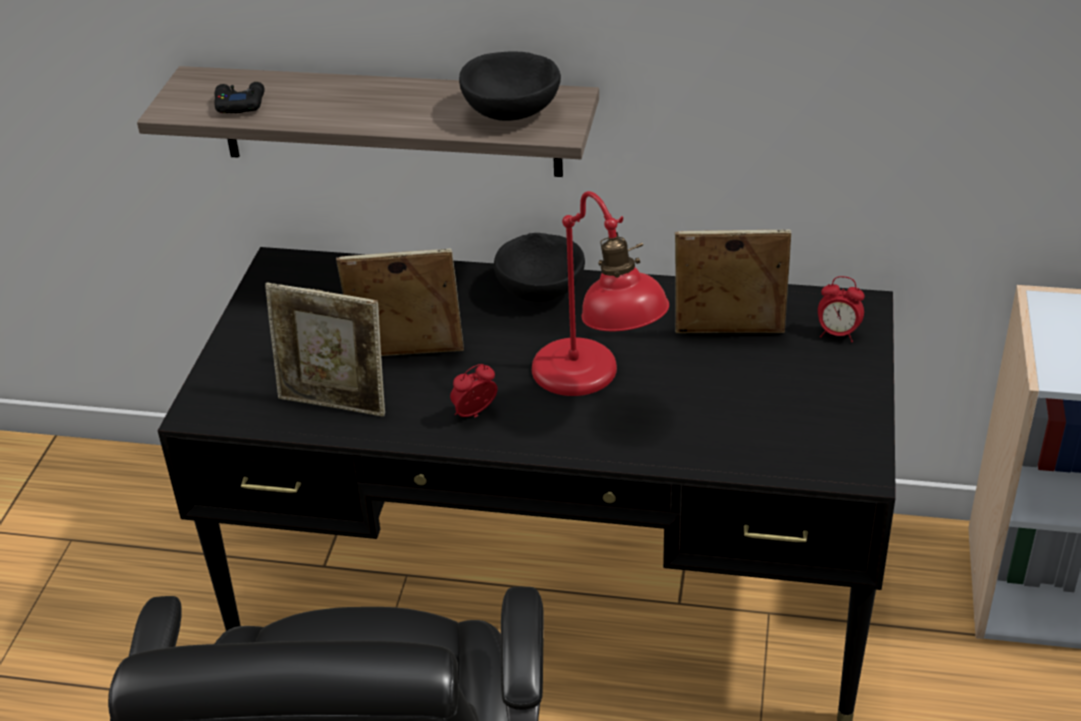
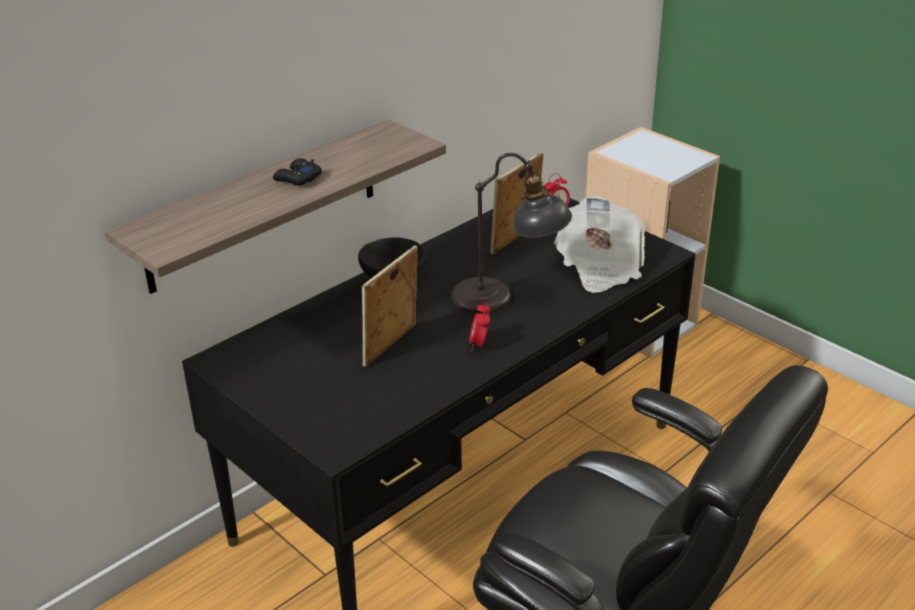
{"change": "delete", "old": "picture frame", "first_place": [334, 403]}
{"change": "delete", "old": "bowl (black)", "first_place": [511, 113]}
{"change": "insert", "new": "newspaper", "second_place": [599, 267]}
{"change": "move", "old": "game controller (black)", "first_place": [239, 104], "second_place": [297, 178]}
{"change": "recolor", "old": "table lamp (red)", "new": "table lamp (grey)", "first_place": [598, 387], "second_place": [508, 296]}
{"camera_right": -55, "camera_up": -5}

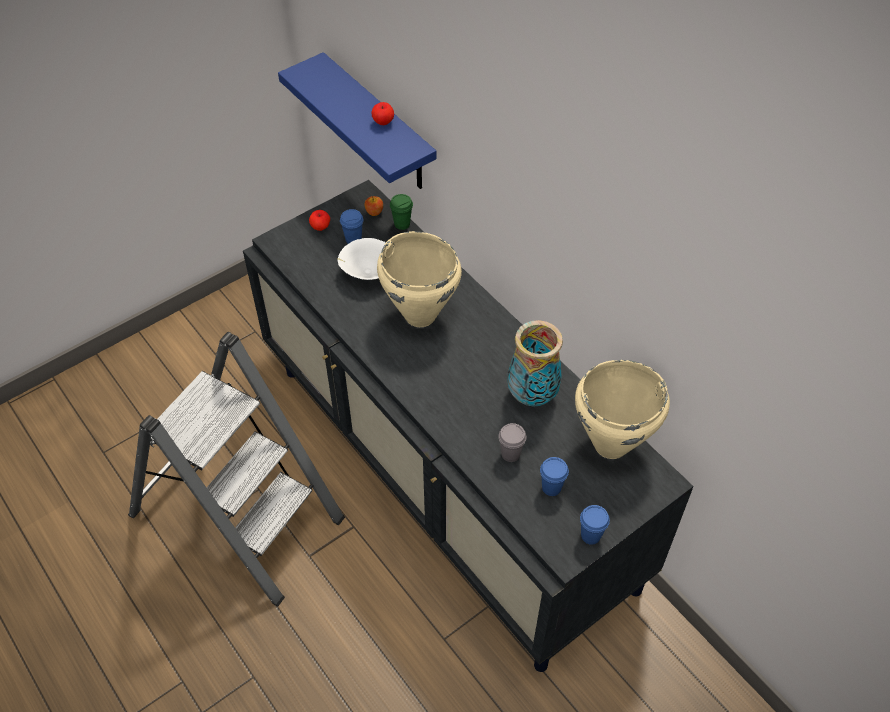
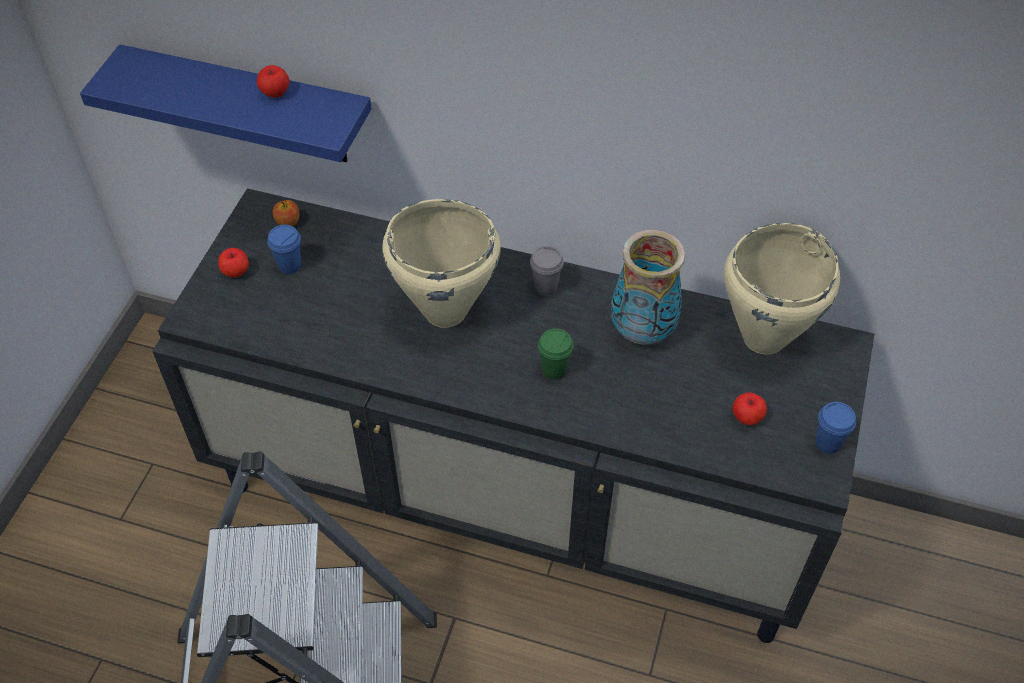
{"change": "delete", "old": "bowl (white)", "first_place": [367, 272]}
{"change": "move", "old": "cup (green)", "first_place": [402, 224], "second_place": [554, 370]}
{"change": "move", "old": "cup (grey)", "first_place": [510, 454], "second_place": [546, 287]}
{"change": "replace", "old": "cup (blue)", "new": "apple", "first_place": [551, 487], "second_place": [747, 417]}
{"camera_right": -35, "camera_up": 0}

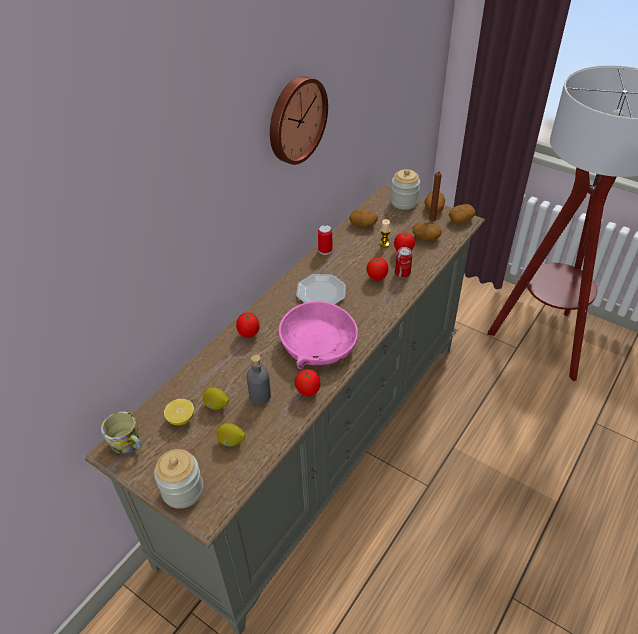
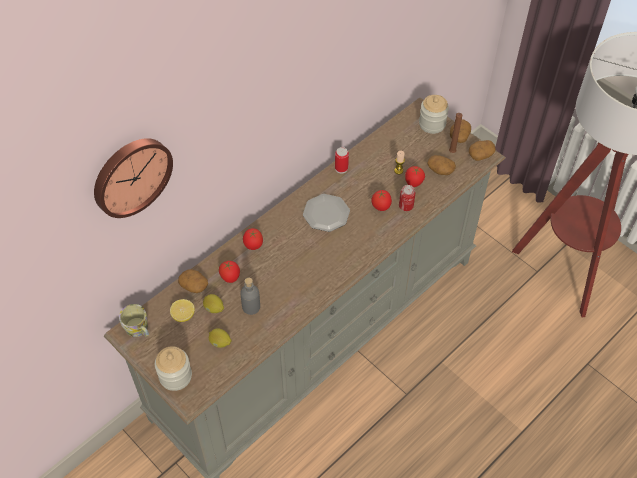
{"change": "delete", "old": "bowl (pink)", "first_place": [318, 344]}
{"change": "move", "old": "wall clock", "first_place": [295, 120], "second_place": [131, 175]}
{"change": "move", "old": "tomato", "first_place": [308, 391], "second_place": [230, 278]}
{"change": "move", "old": "potato", "first_place": [363, 224], "second_place": [194, 285]}
{"camera_right": 10, "camera_up": 10}

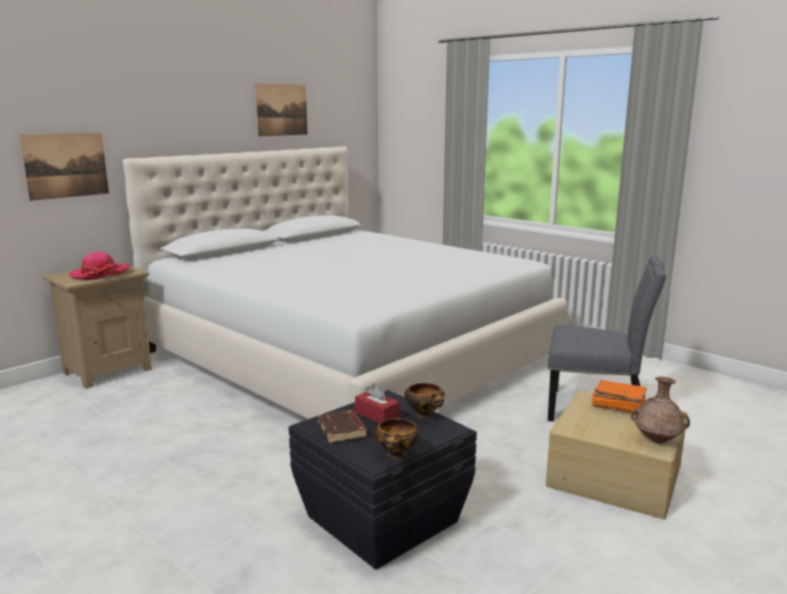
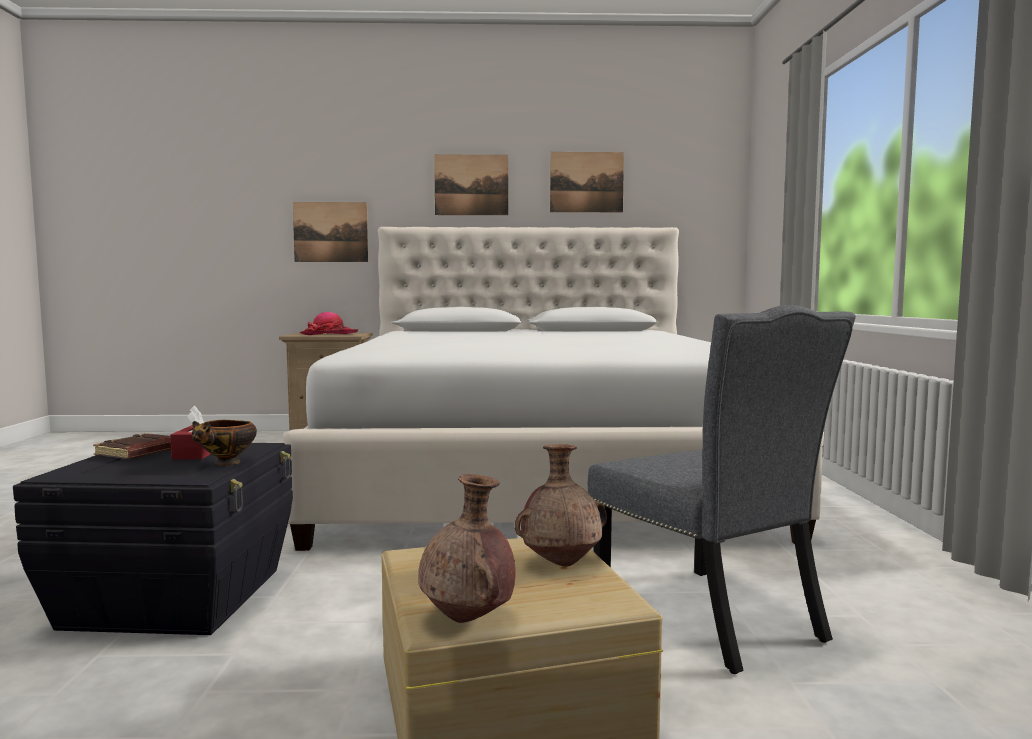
{"change": "delete", "old": "bowl", "first_place": [397, 456]}
{"change": "insert", "new": "picture", "second_place": [471, 185]}
{"change": "replace", "old": "book (orange)", "new": "vase (brown)", "first_place": [617, 405], "second_place": [562, 563]}
{"camera_right": 45, "camera_up": -10}

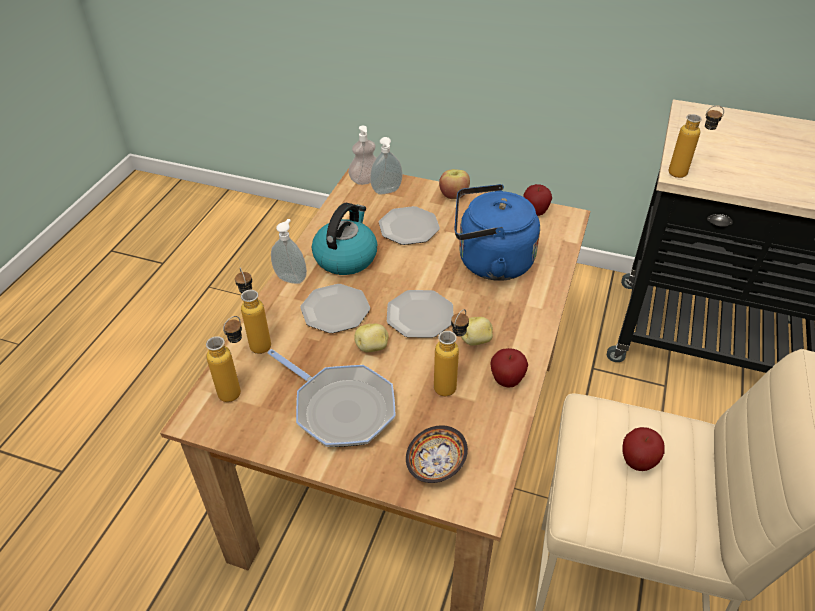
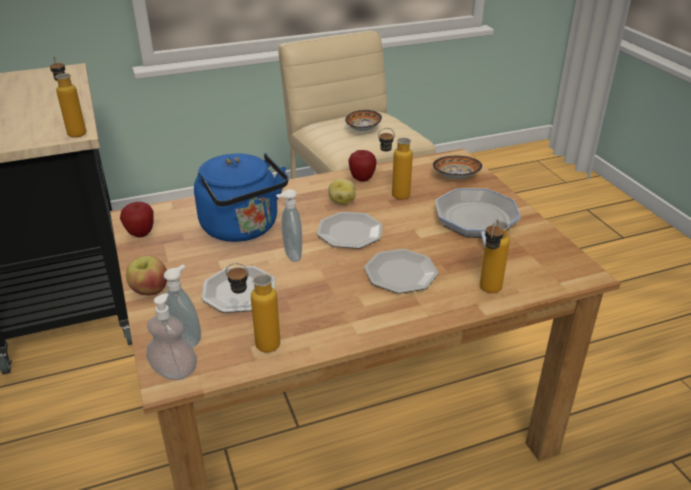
{"change": "delete", "old": "kettle", "first_place": [346, 257]}
{"change": "delete", "old": "potato", "first_place": [372, 347]}
{"change": "move", "old": "bottle", "first_place": [237, 388], "second_place": [257, 345]}
{"change": "move", "old": "soap dispenser", "first_place": [292, 278], "second_place": [291, 255]}
{"change": "replace", "old": "apple", "new": "bowl", "first_place": [637, 462], "second_place": [364, 129]}
{"camera_right": -130, "camera_up": -10}

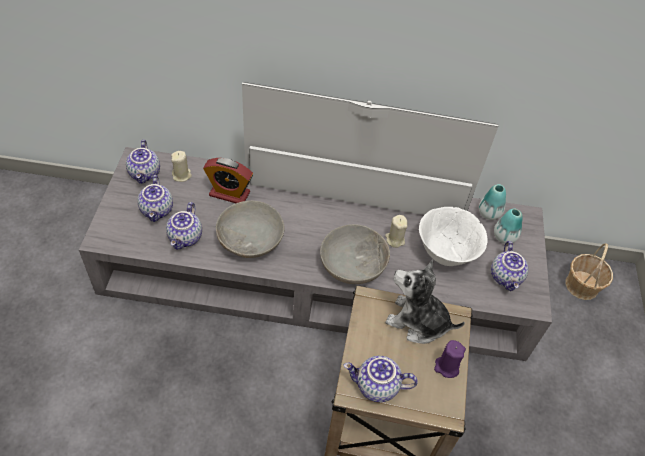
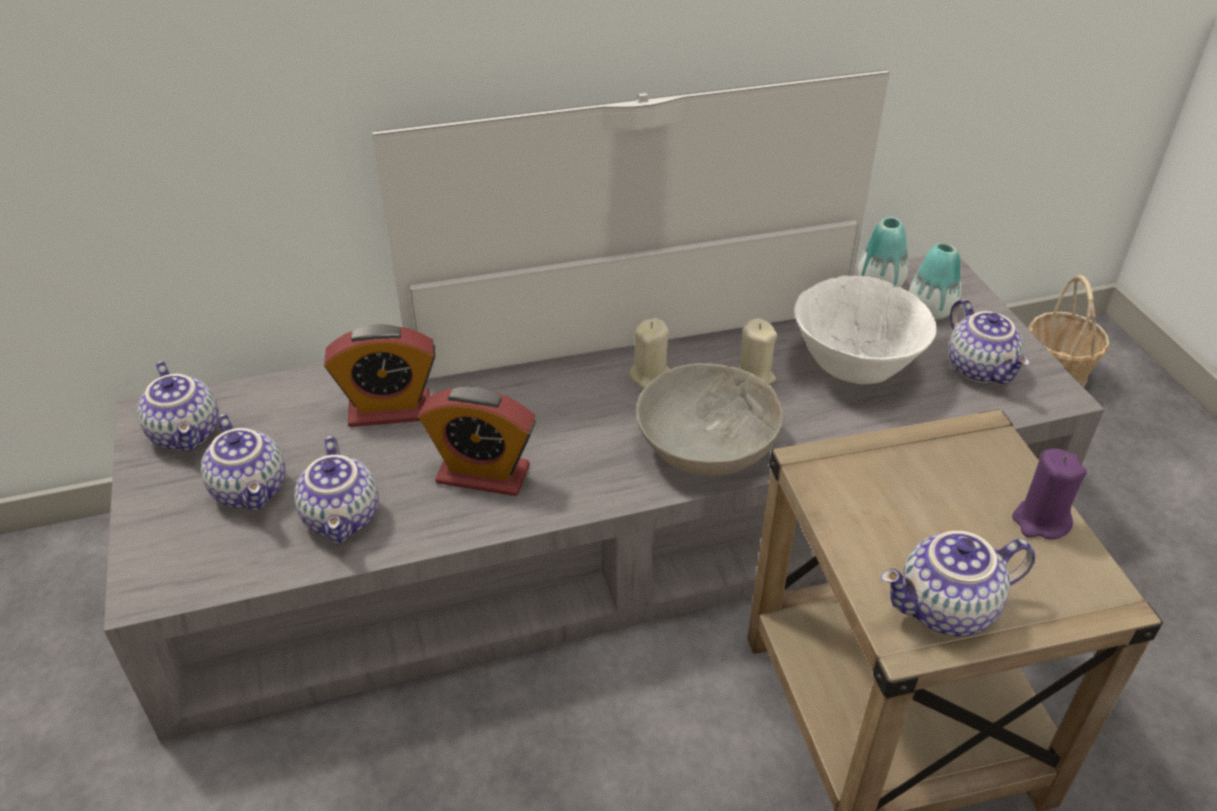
{"change": "delete", "old": "plush toy", "first_place": [417, 321]}
{"change": "move", "old": "candle (beige)", "first_place": [182, 175], "second_place": [650, 376]}
{"change": "replace", "old": "bowl (grey)", "new": "alarm clock", "first_place": [250, 240], "second_place": [483, 474]}
{"camera_right": -20, "camera_up": -10}

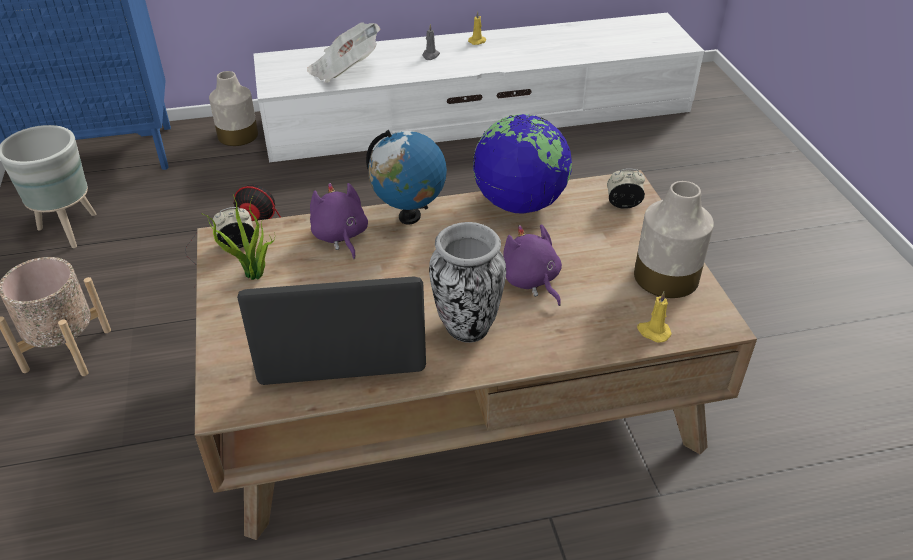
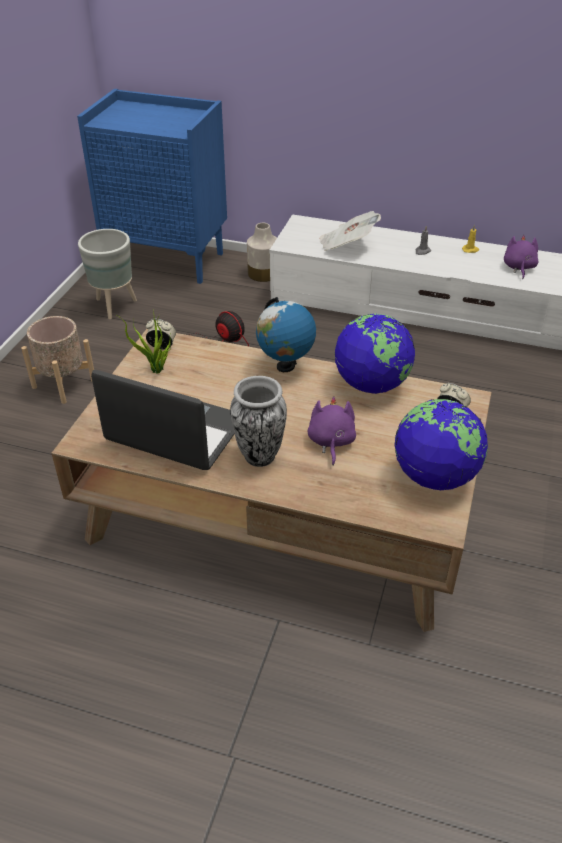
{"change": "delete", "old": "candle (yellow)", "first_place": [653, 332]}
{"change": "move", "old": "plush toy (purple)", "first_place": [340, 236], "second_place": [518, 267]}
{"change": "replace", "old": "vase (beige)", "new": "globe", "first_place": [665, 275], "second_place": [434, 476]}
{"camera_right": 30, "camera_up": 0}

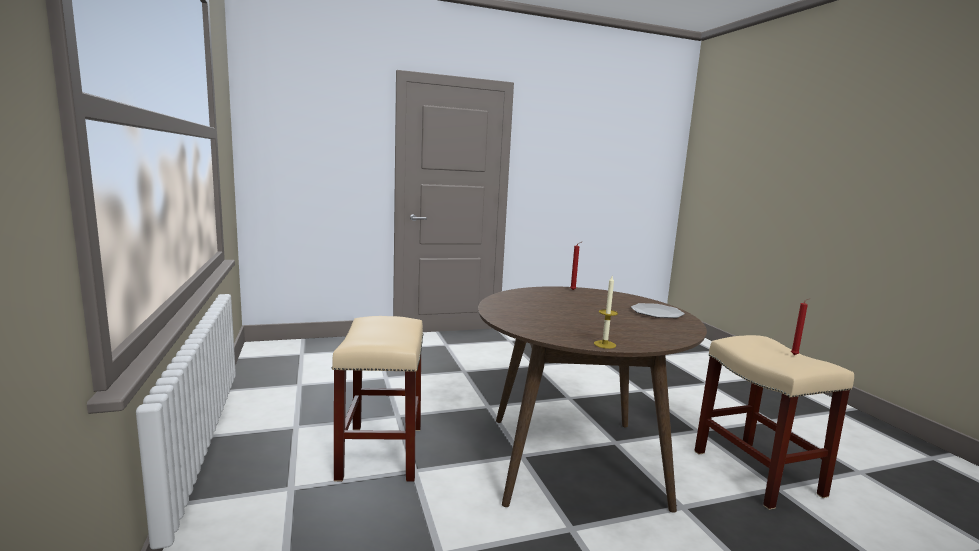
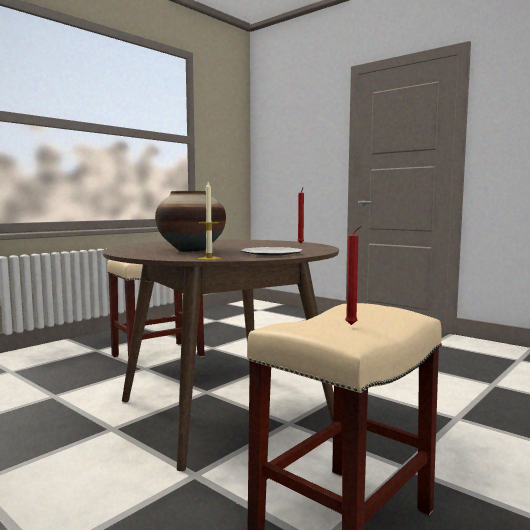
{"change": "insert", "new": "vase", "second_place": [191, 251]}
{"change": "move", "old": "candle", "first_place": [604, 344], "second_place": [209, 258]}
{"camera_right": 60, "camera_up": -5}

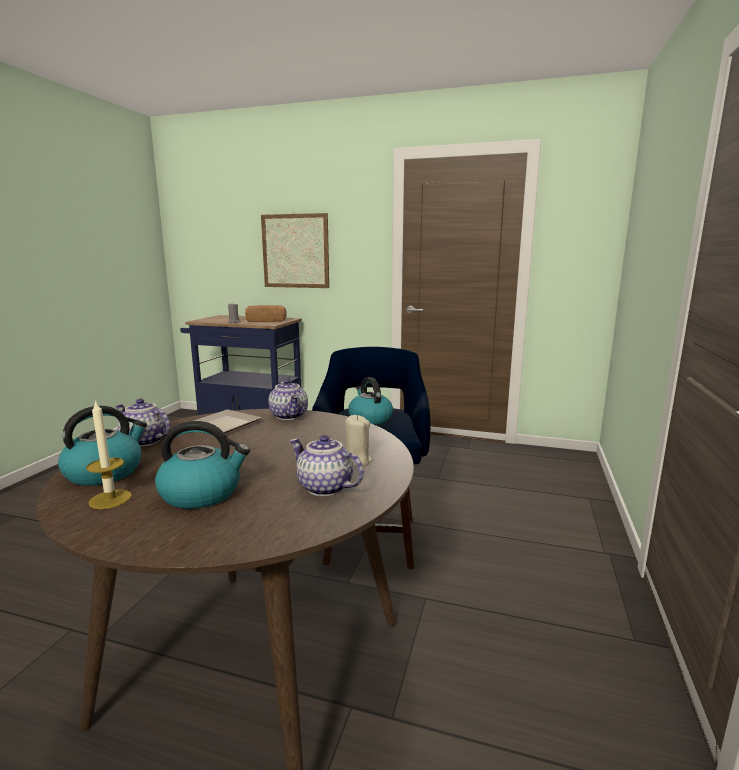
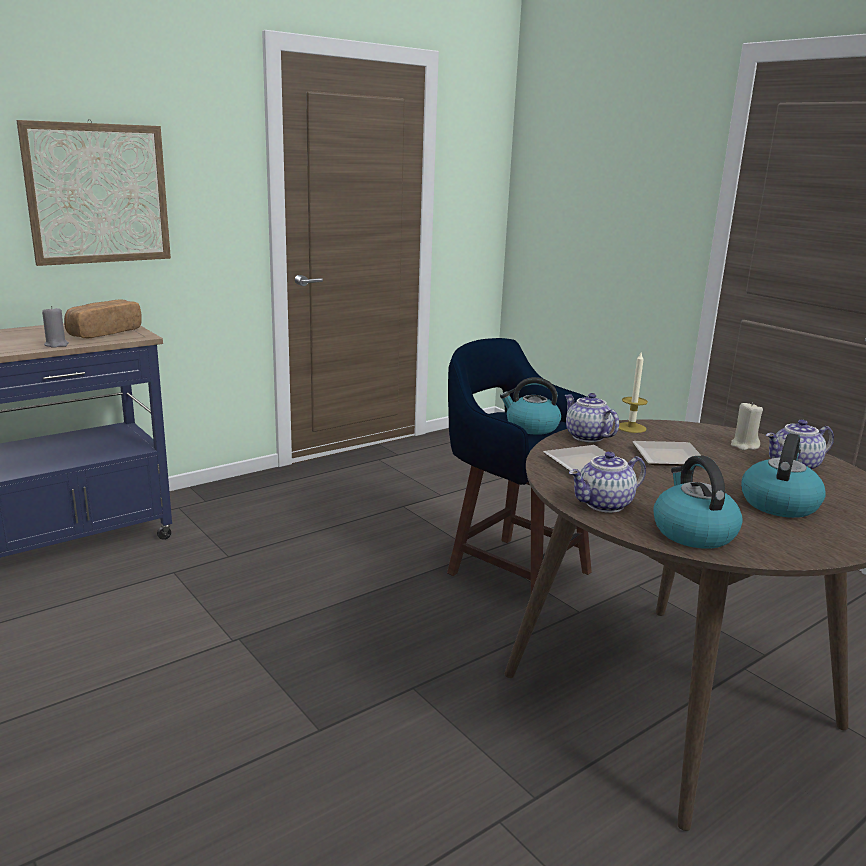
{"change": "insert", "new": "plate", "second_place": [667, 458]}
{"change": "move", "old": "candle", "first_place": [110, 499], "second_place": [631, 427]}
{"change": "rotate", "old": "teapot", "first_place": [290, 416], "second_place": [586, 437], "degrees": -135}
{"camera_right": -55, "camera_up": 5}

